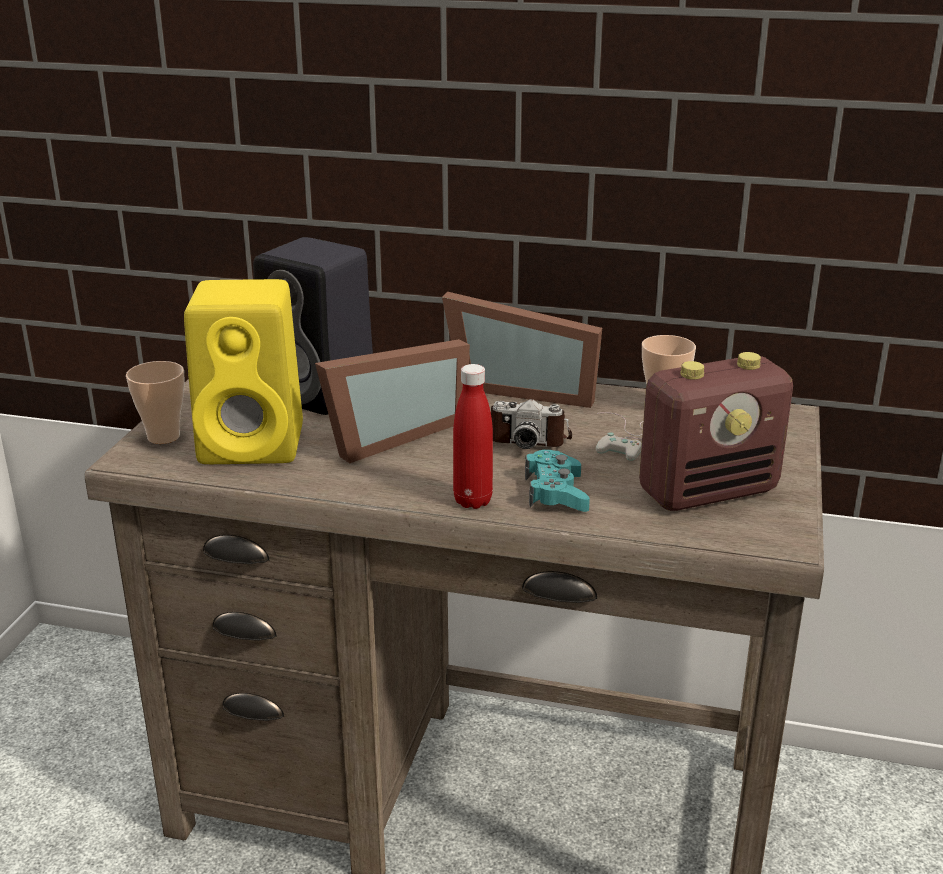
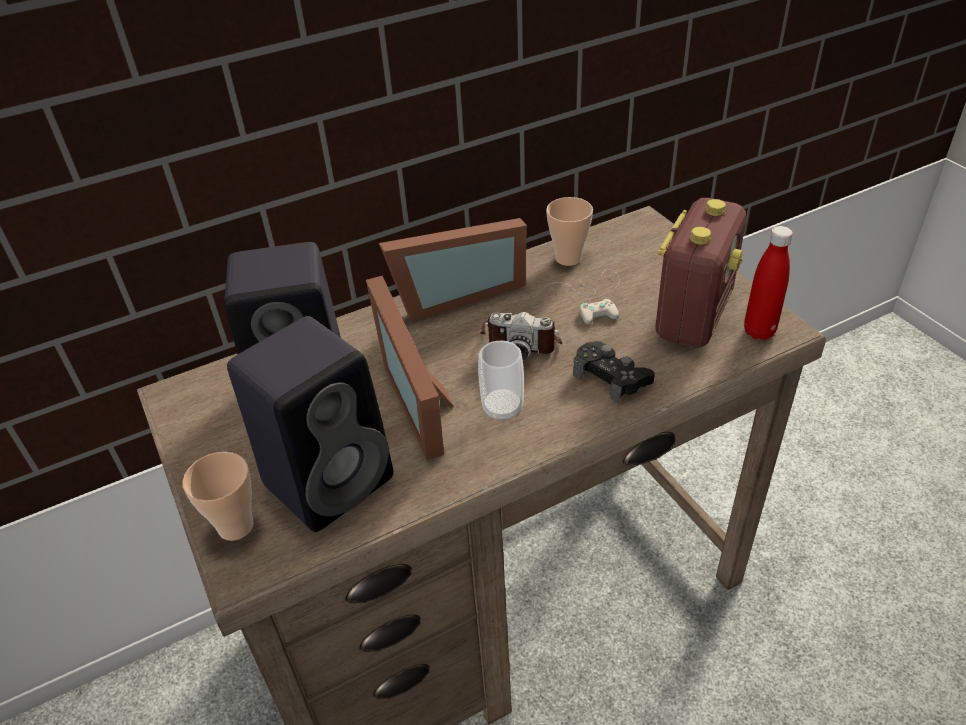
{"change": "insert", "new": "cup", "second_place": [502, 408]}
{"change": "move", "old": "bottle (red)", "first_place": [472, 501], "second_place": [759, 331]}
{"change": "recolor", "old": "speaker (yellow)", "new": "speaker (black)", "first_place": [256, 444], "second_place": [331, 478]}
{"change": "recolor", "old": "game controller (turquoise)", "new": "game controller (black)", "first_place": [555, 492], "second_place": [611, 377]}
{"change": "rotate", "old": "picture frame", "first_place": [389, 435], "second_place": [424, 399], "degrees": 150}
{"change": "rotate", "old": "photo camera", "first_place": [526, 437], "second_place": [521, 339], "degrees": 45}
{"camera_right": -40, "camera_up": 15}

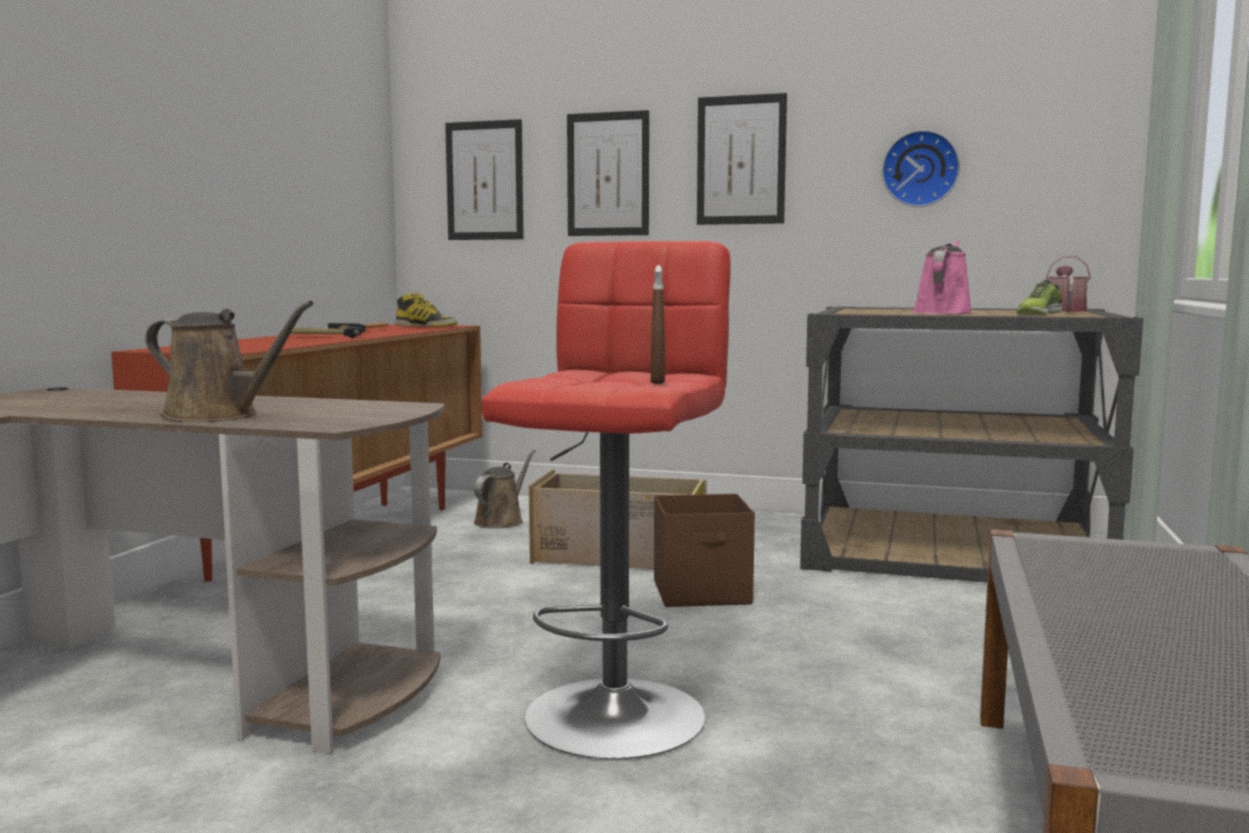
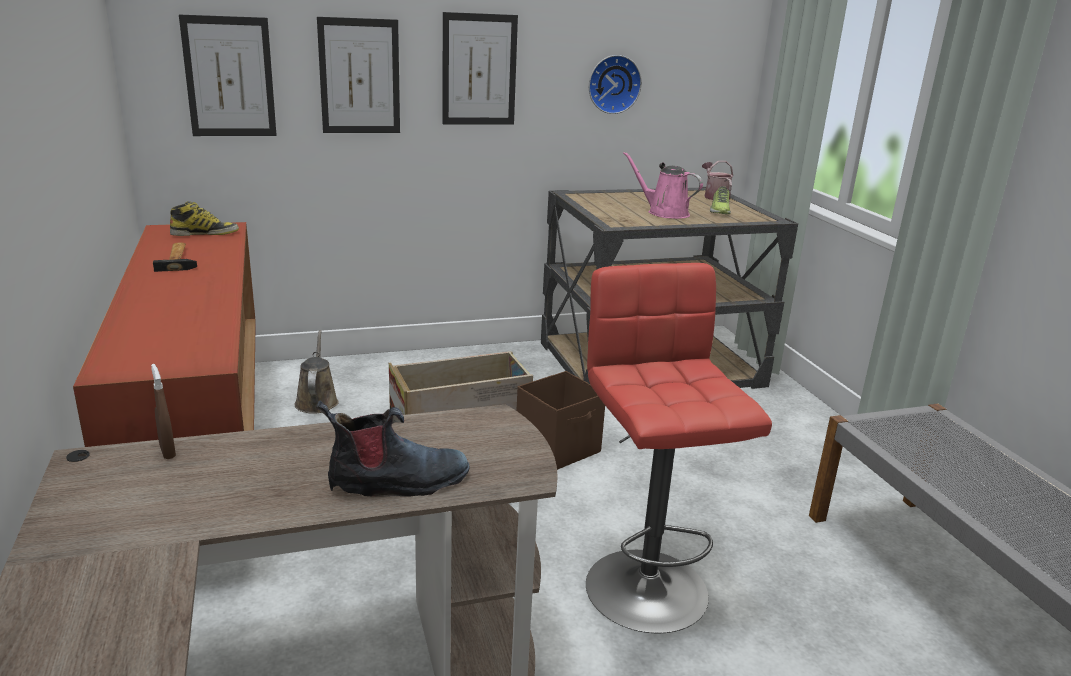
{"change": "delete", "old": "hammer", "first_place": [320, 337]}
{"change": "move", "old": "spray bottle (brown)", "first_place": [657, 382], "second_place": [167, 451]}
{"change": "replace", "old": "watering can (brown)", "new": "boot", "first_place": [218, 415], "second_place": [397, 483]}
{"change": "rotate", "old": "watering can (pink)", "first_place": [942, 313], "second_place": [664, 213], "degrees": -45}
{"camera_right": -35, "camera_up": 15}

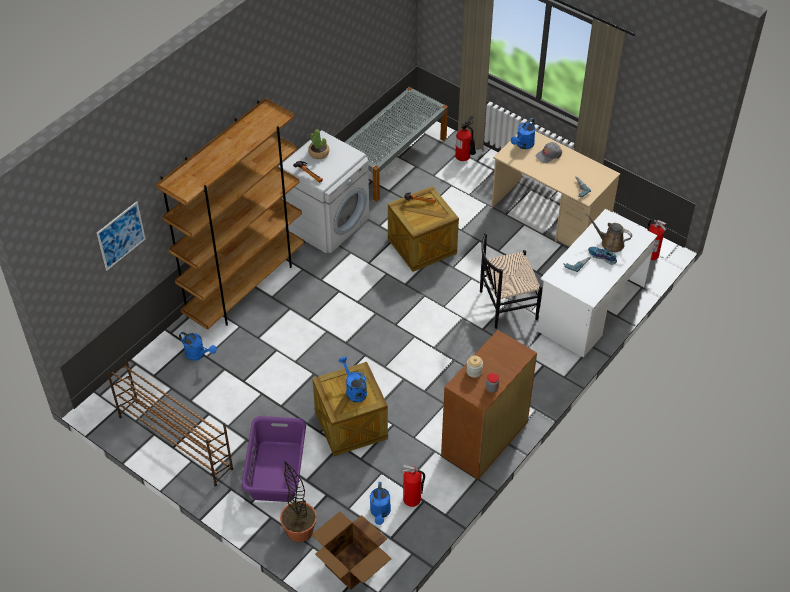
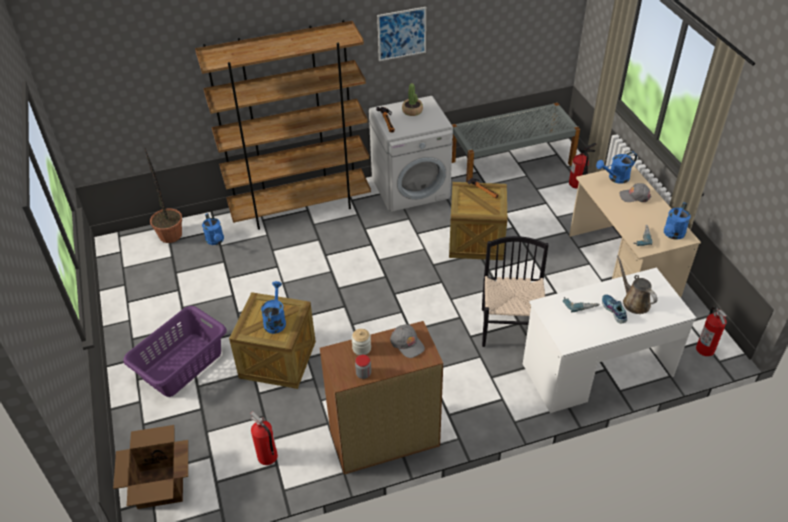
{"change": "delete", "old": "shoe rack (brown)", "first_place": [175, 442]}
{"change": "insert", "new": "cap (grey)", "second_place": [407, 343]}
{"change": "move", "old": "picture", "first_place": [121, 235], "second_place": [402, 34]}
{"change": "move", "old": "potted plant", "first_place": [299, 530], "second_place": [170, 235]}
{"change": "move", "old": "watering can (blue)", "first_place": [380, 512], "second_place": [672, 234]}
{"change": "rotate", "old": "chair (black)", "first_place": [505, 306], "second_place": [510, 326], "degrees": 75}
{"camera_right": 35, "camera_up": -5}

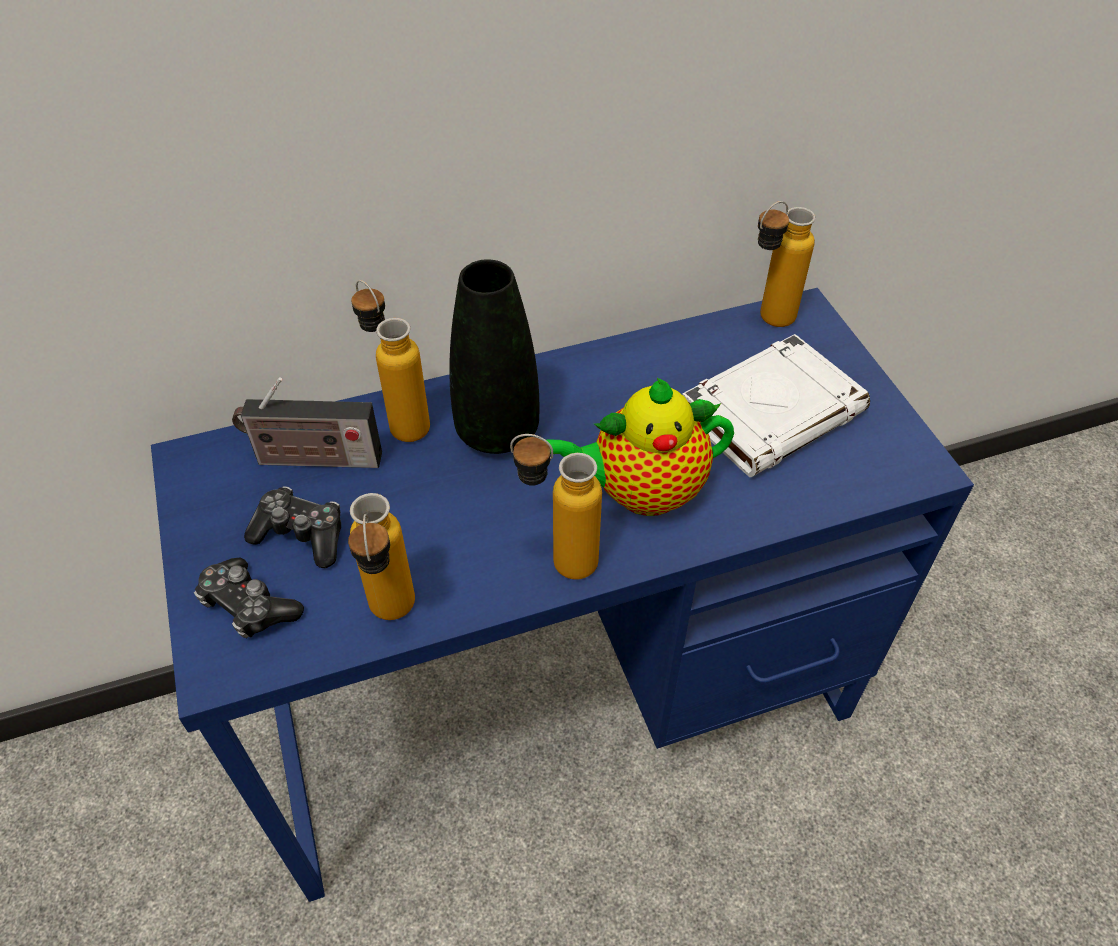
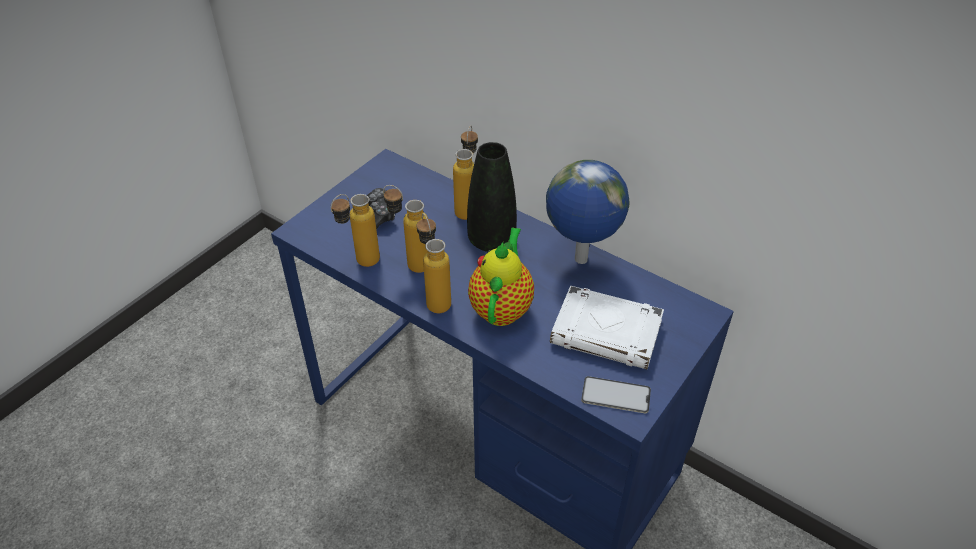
{"change": "delete", "old": "game controller", "first_place": [249, 606]}
{"change": "delete", "old": "radio", "first_place": [313, 459]}
{"change": "insert", "new": "globe", "second_place": [580, 260]}
{"change": "insert", "new": "phone", "second_place": [616, 395]}
{"change": "move", "old": "bottle", "first_place": [766, 322], "second_place": [410, 263]}
{"change": "rotate", "old": "teapot", "first_place": [640, 492], "second_place": [502, 307], "degrees": 60}
{"camera_right": 55, "camera_up": -5}

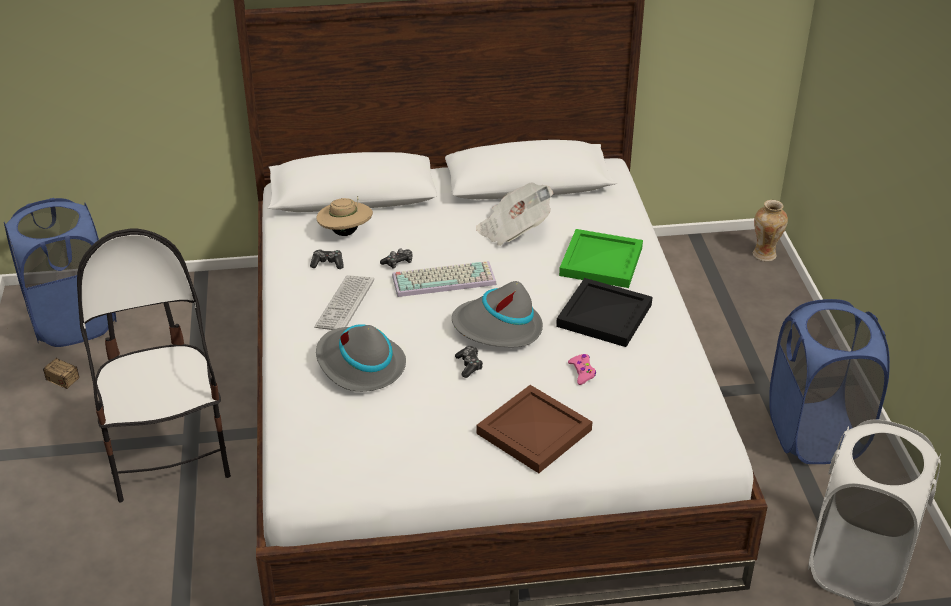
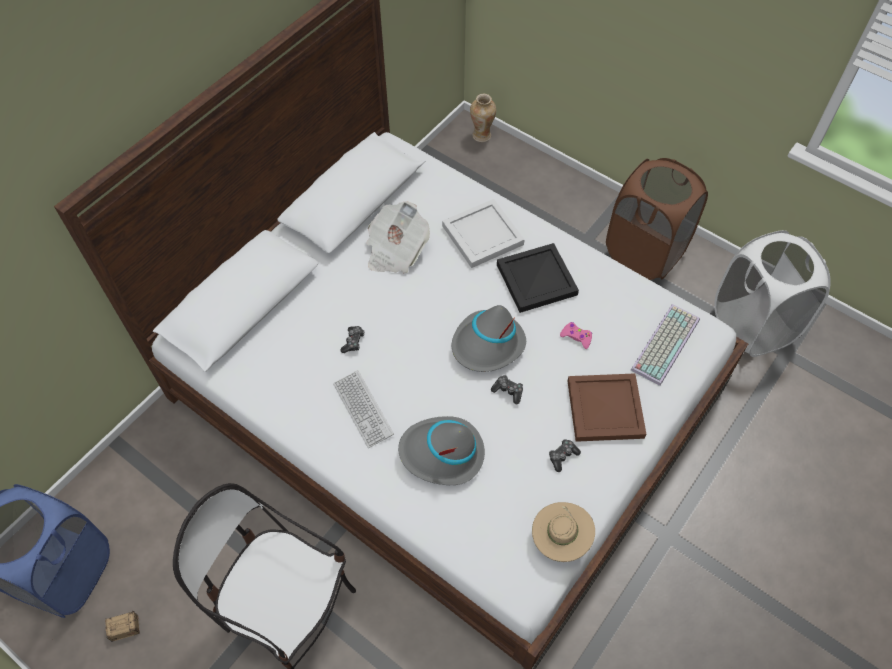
{"change": "move", "old": "game controller", "first_place": [327, 263], "second_place": [562, 456]}
{"change": "move", "old": "hat (beige)", "first_place": [345, 232], "second_place": [560, 539]}
{"change": "move", "old": "keyboard", "first_place": [445, 279], "second_place": [664, 343]}
{"change": "recolor", "old": "tray (green)", "new": "tray (white)", "first_place": [600, 261], "second_place": [481, 235]}
{"change": "recolor", "old": "laundry basket (blue)", "new": "laundry basket (brown)", "first_place": [815, 434], "second_place": [645, 252]}
{"camera_right": -45, "camera_up": 20}

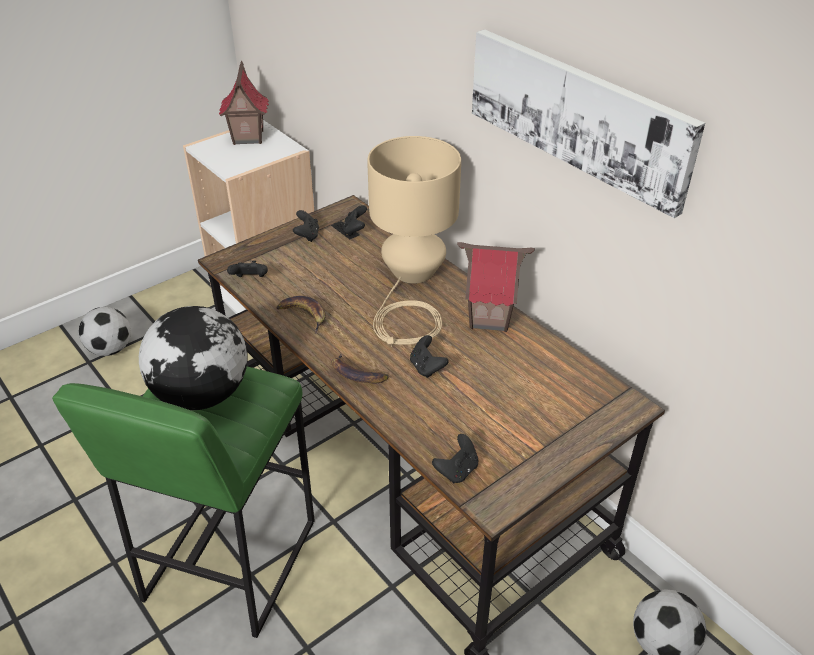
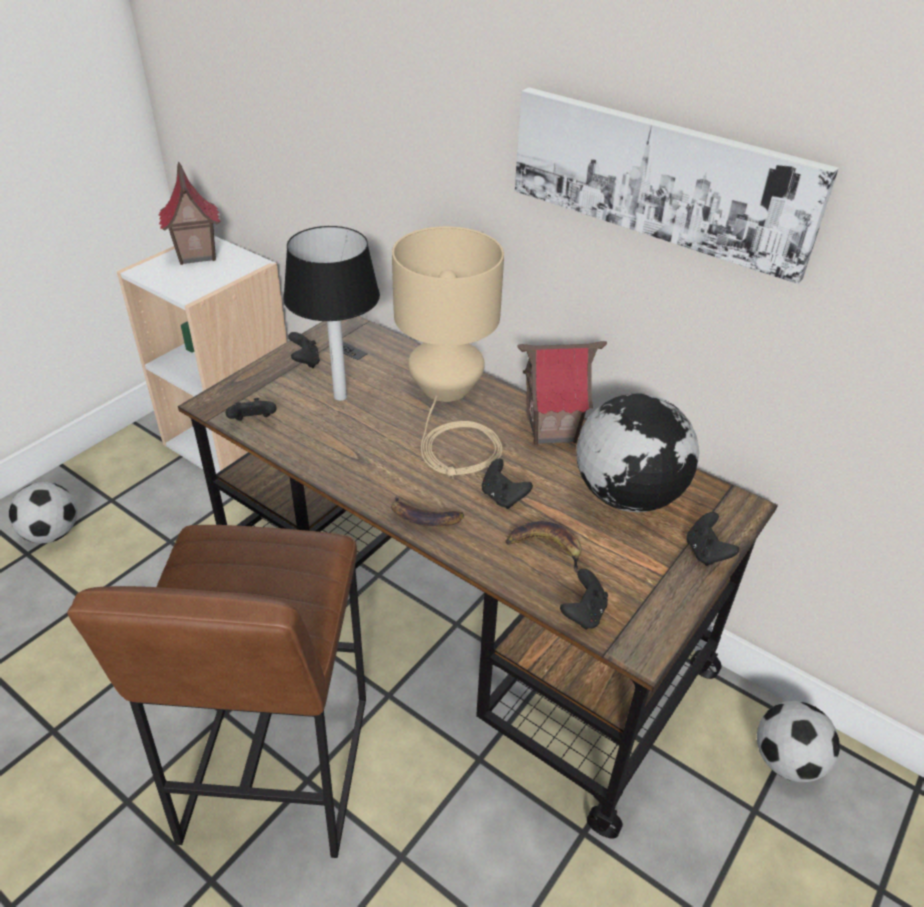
{"change": "insert", "new": "table lamp", "second_place": [339, 396]}
{"change": "move", "old": "globe", "first_place": [202, 393], "second_place": [627, 494]}
{"change": "move", "old": "banana", "first_place": [304, 315], "second_place": [546, 547]}
{"change": "move", "old": "game controller (black)", "first_place": [355, 230], "second_place": [706, 552]}
{"change": "recolor", "old": "stool (green)", "new": "stool (brown)", "first_place": [229, 562], "second_place": [276, 770]}
{"camera_right": -15, "camera_up": 0}

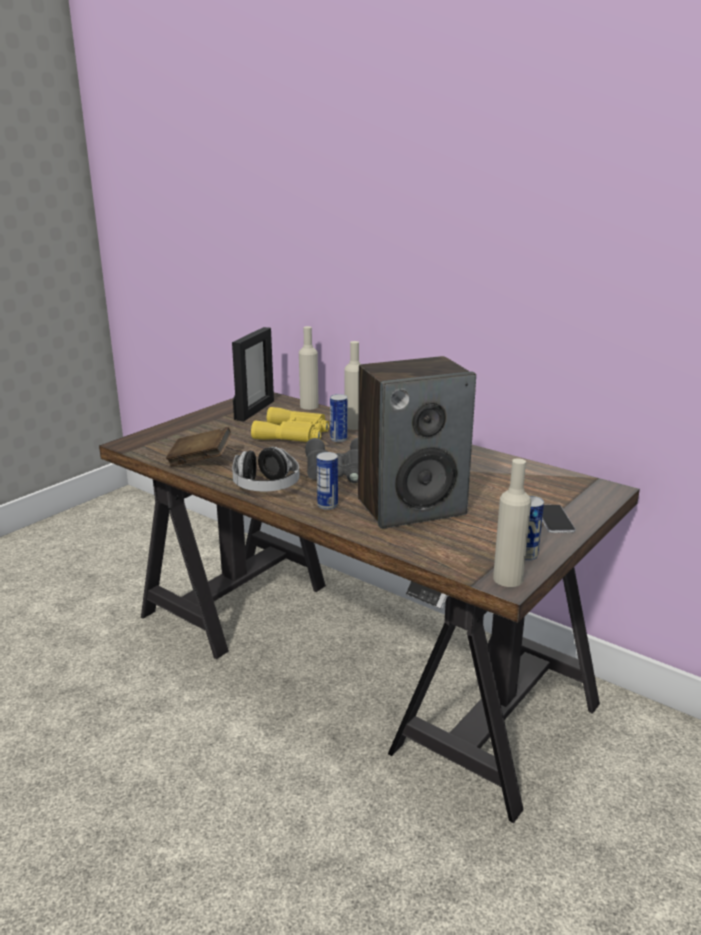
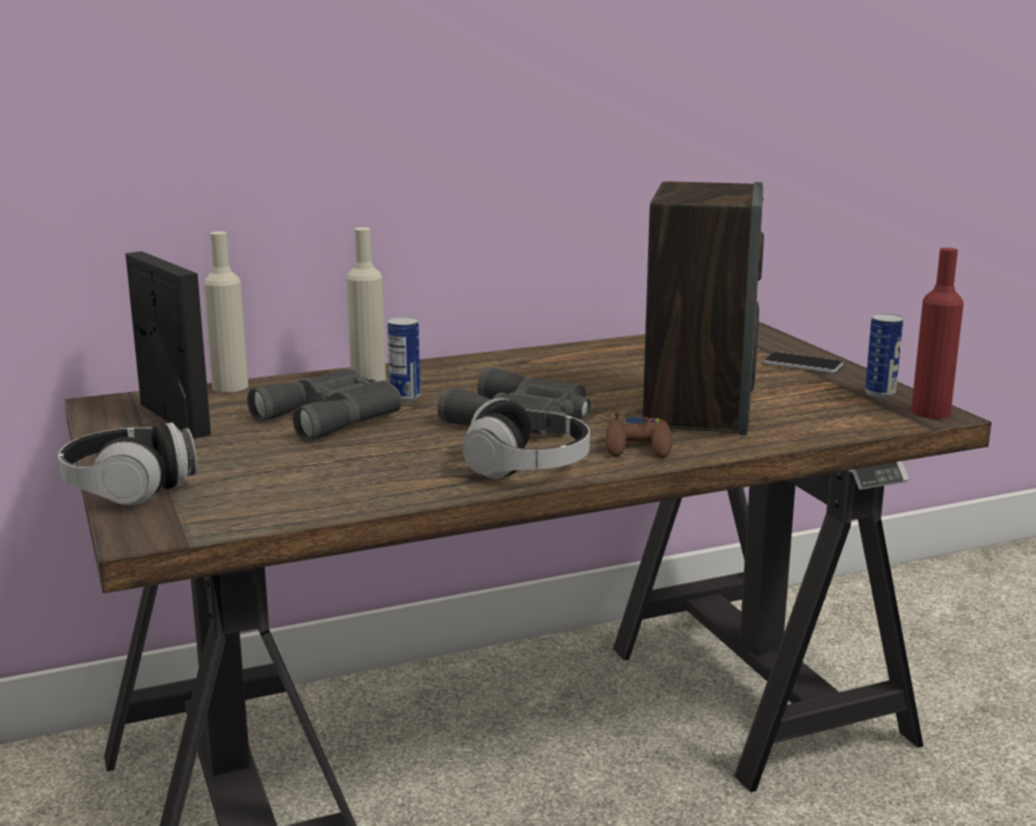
{"change": "delete", "old": "book (brown)", "first_place": [200, 461]}
{"change": "insert", "new": "headphones", "second_place": [130, 488]}
{"change": "replace", "old": "can", "new": "game controller (brown)", "first_place": [327, 505], "second_place": [638, 447]}
{"change": "recolor", "old": "binoculars (yellow)", "new": "binoculars (grey)", "first_place": [294, 434], "second_place": [334, 416]}
{"change": "recolor", "old": "bottle (beige)", "new": "bottle (red)", "first_place": [508, 579], "second_place": [930, 412]}
{"camera_right": -60, "camera_up": -5}

